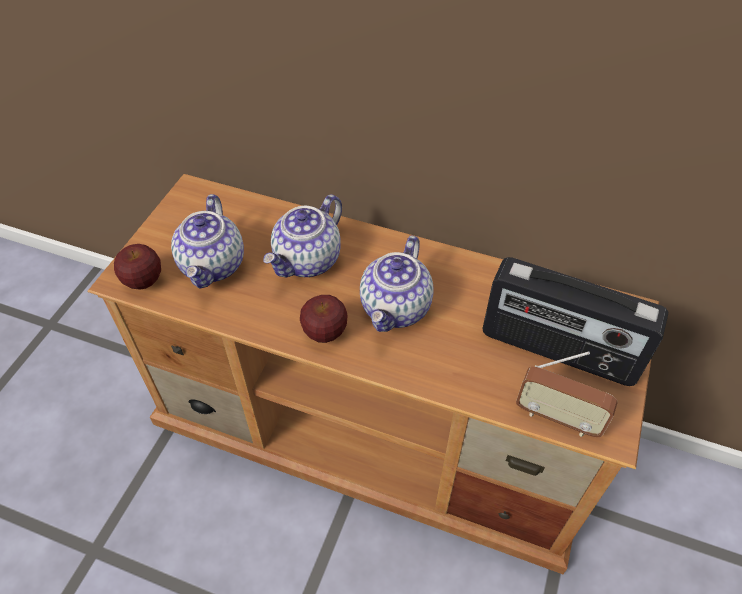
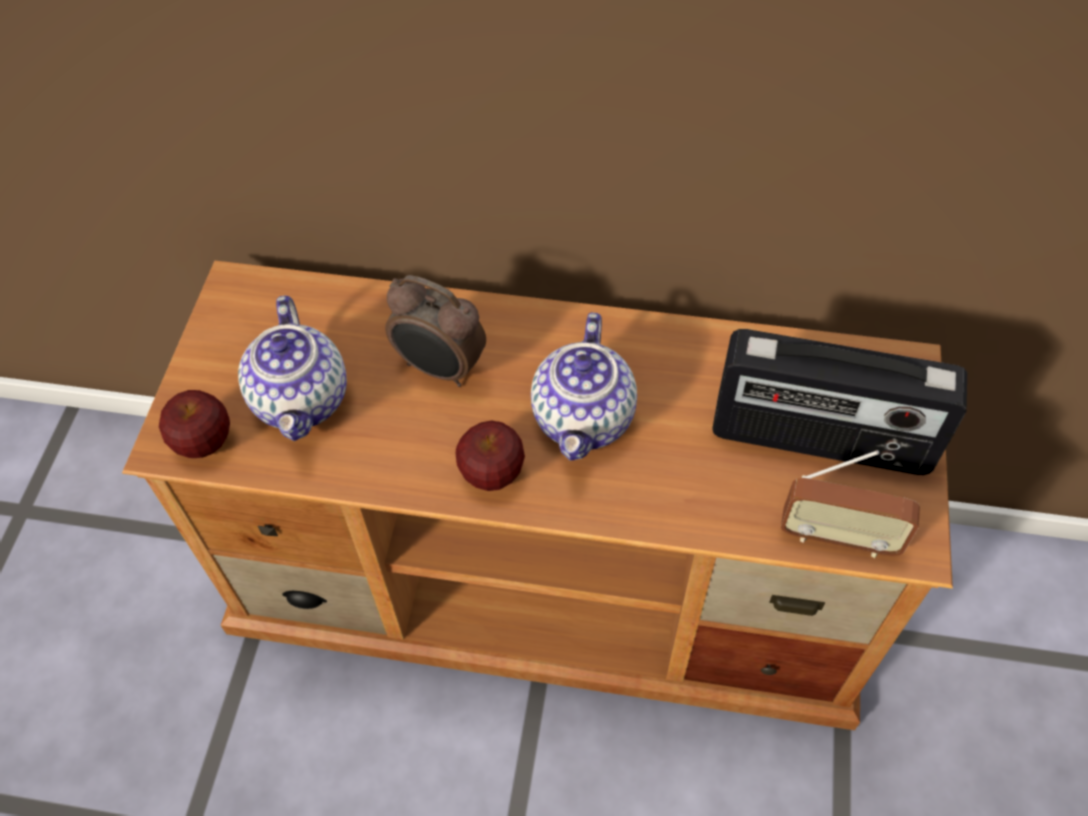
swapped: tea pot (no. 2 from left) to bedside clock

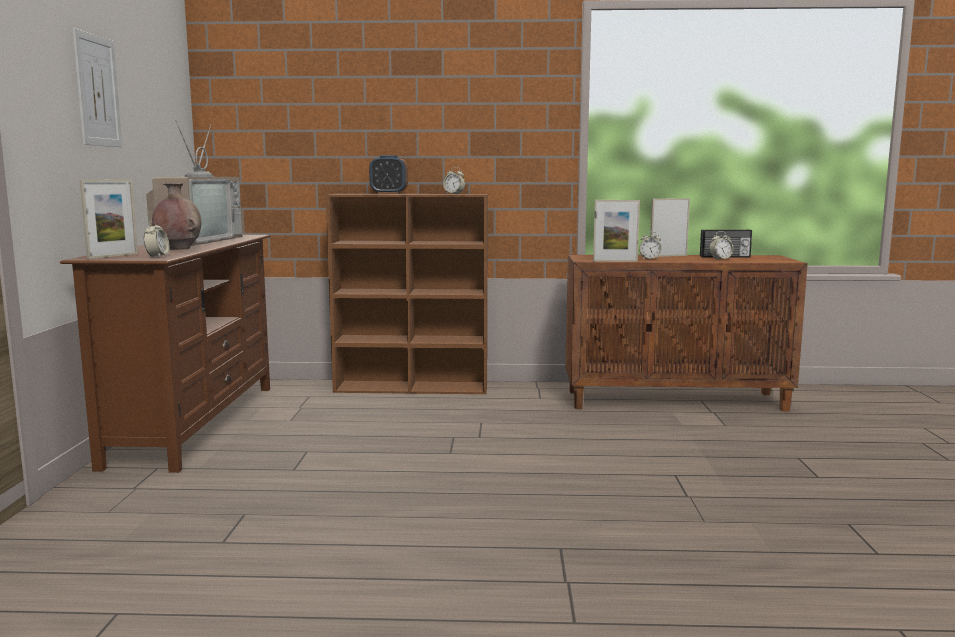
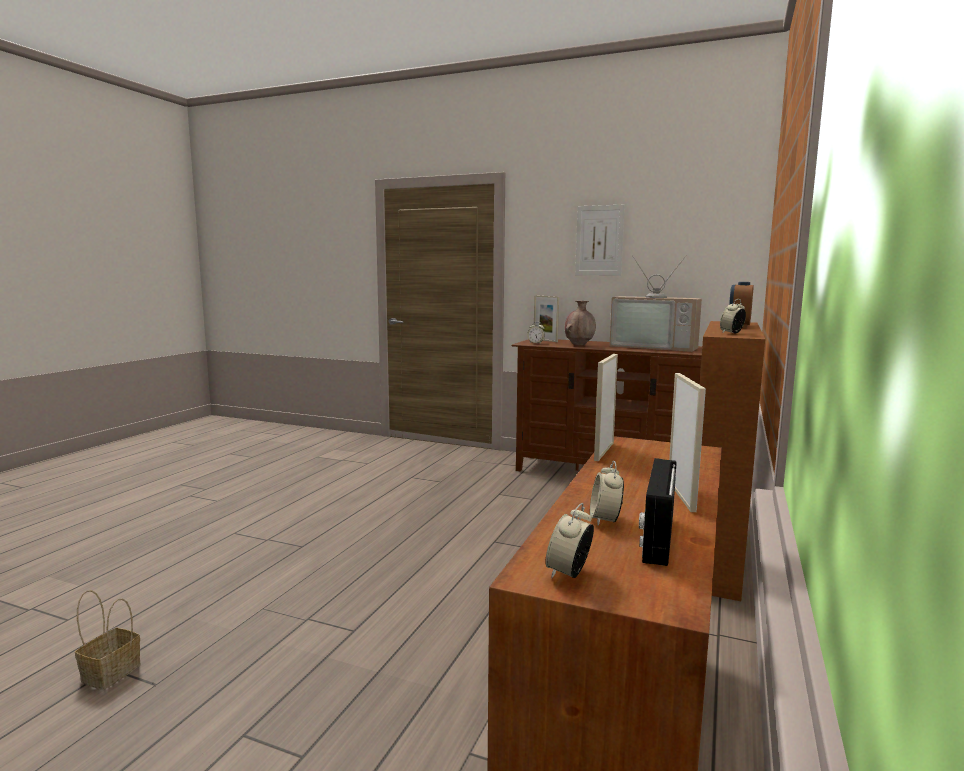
new: household basket
shifted: bedside clock (no. 4 from left in the first image) to bedside clock (no. 2 from left)

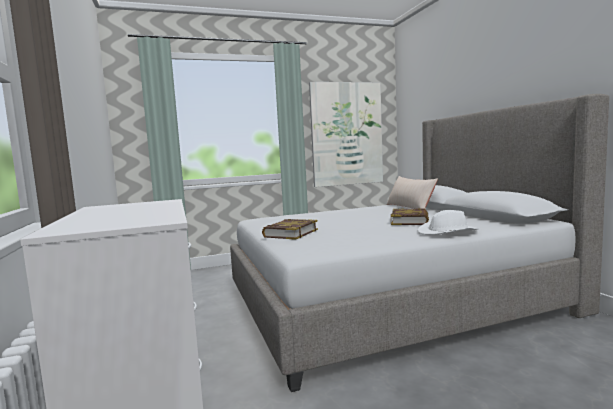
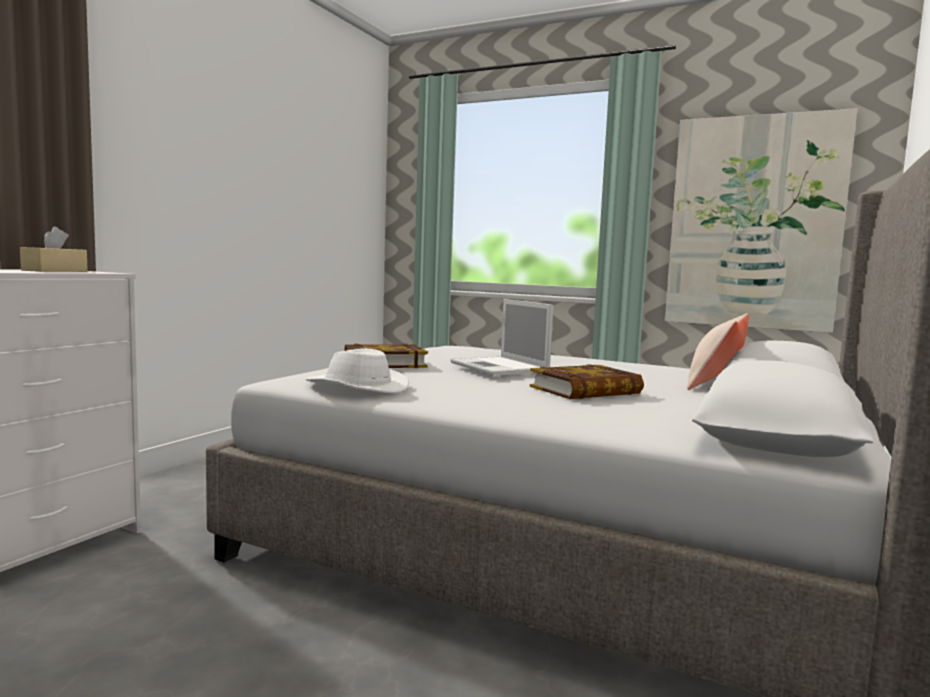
new: box of tissues (beige-coloured); notebook computer
shifted: hat (whitish)

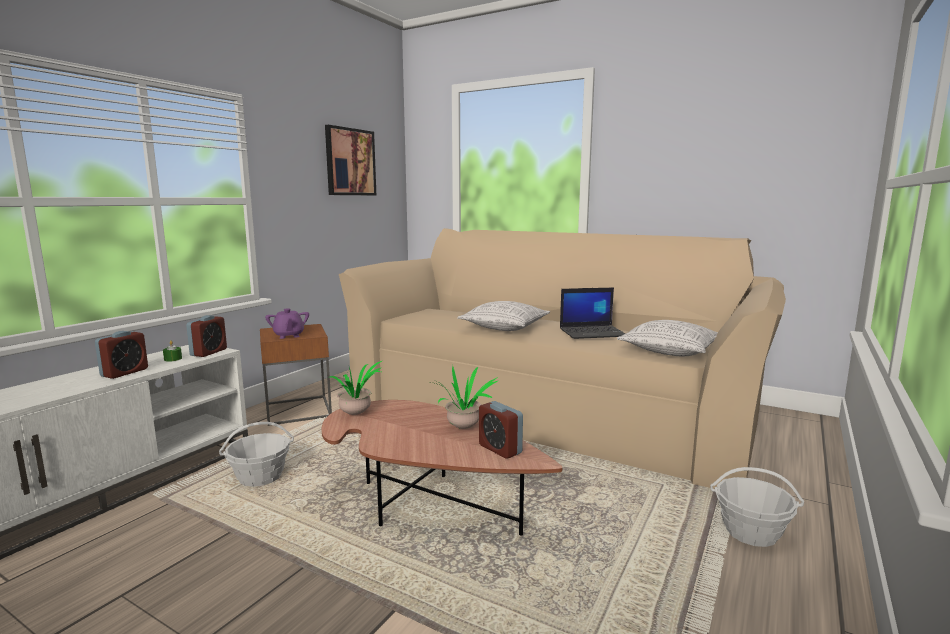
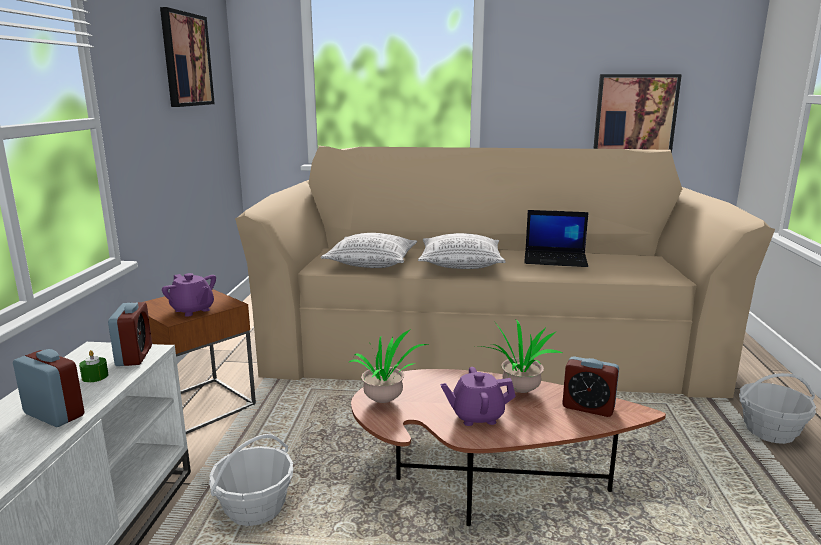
new: picture (no. 2 from left); tea pot (purplish) (no. 2 from left)
shifted: pillow (no. 2 from left in the first image) to pillow (no. 1 from left)
rotated: notebook computer 45 degrees clockwise; bedside clock (no. 1 from left) 60 degrees counterclockwise

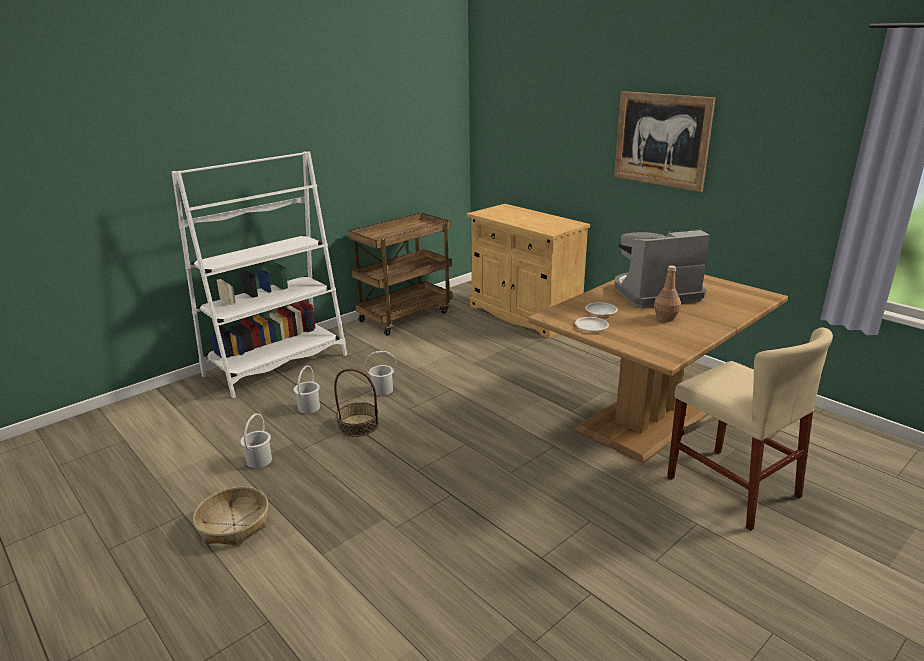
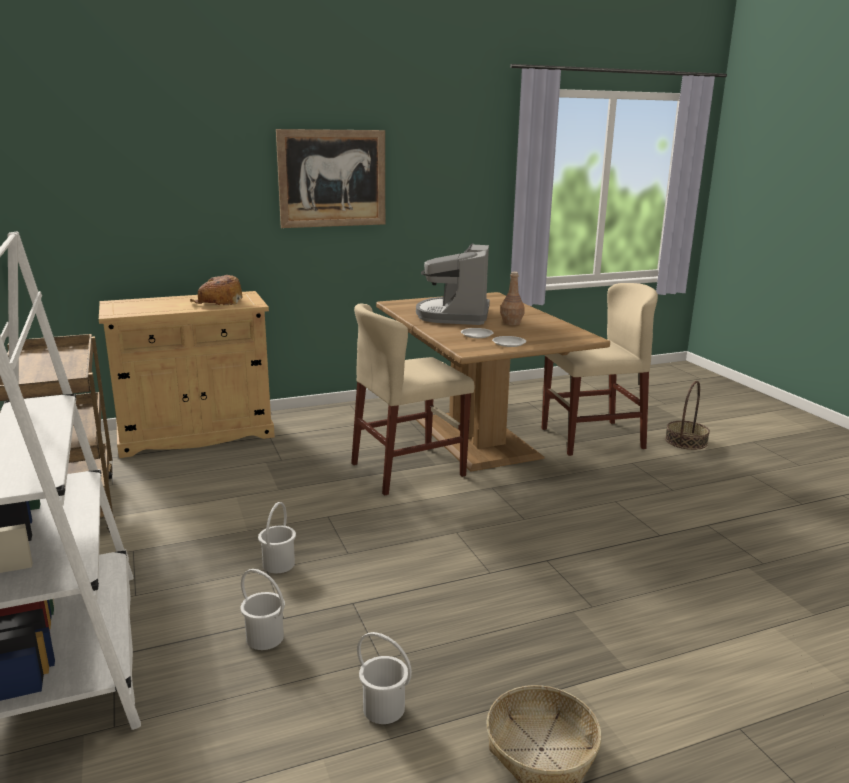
new: bakery bread; upright chair (beige-coloured) (no. 1 from left)
shifted: household basket (no. 2 from left)

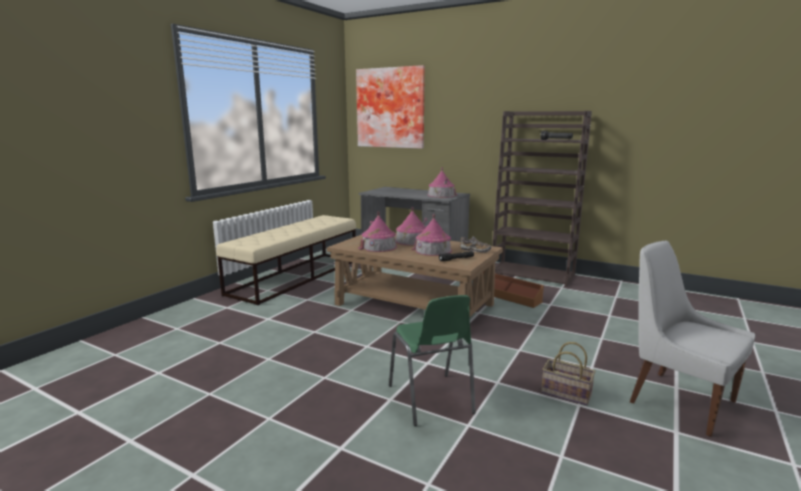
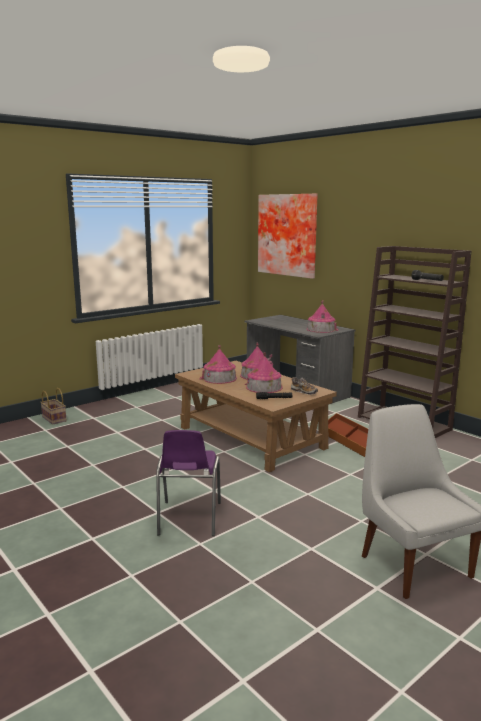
gone: long seat (beige-coloured)
shifted: household basket
repainted: upright chair (greenish) to upright chair (purplish)

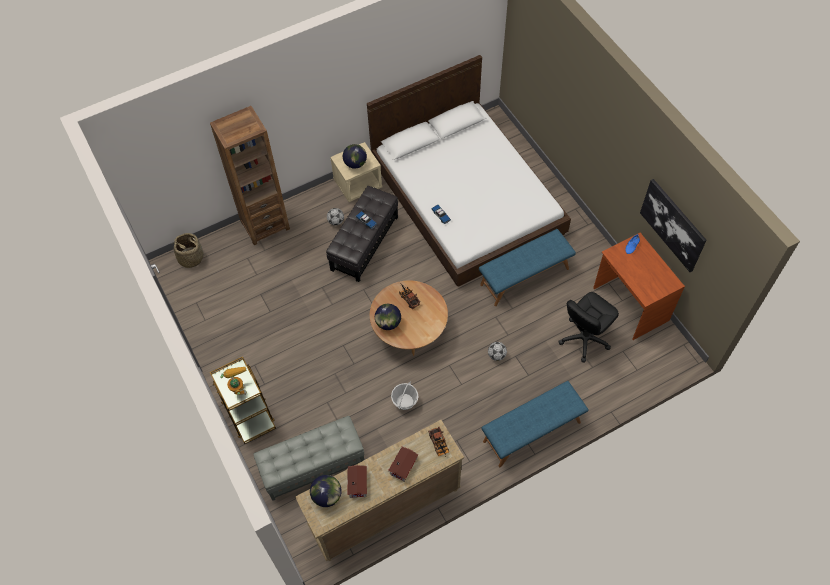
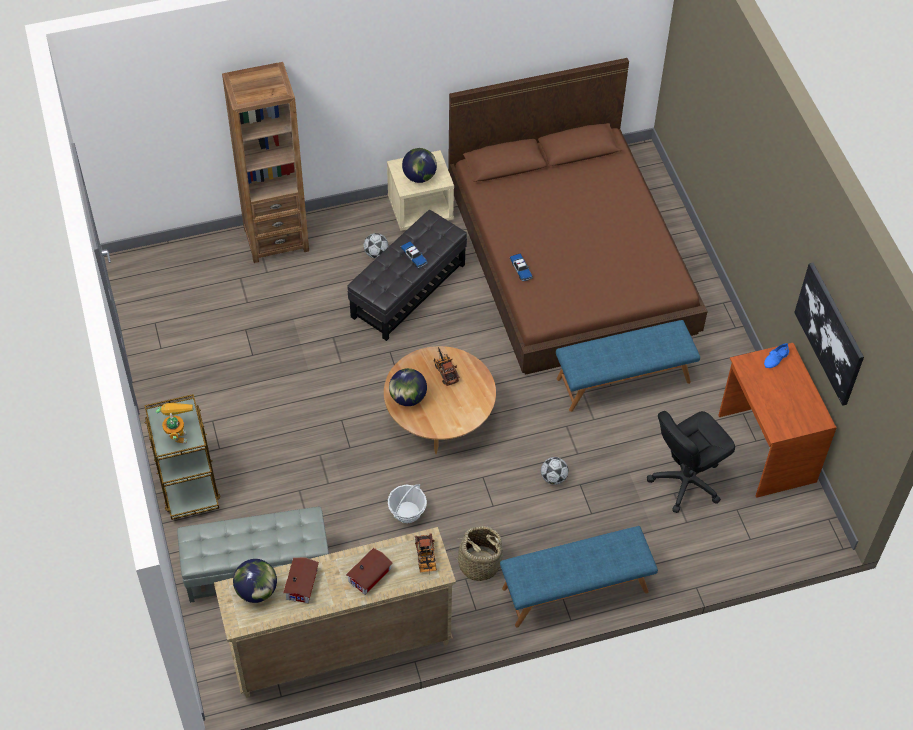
shifted: household basket (no. 1 from left in the first image) to household basket (no. 2 from left)
repainted: bedroom bed (whitish) to bedroom bed (brown)

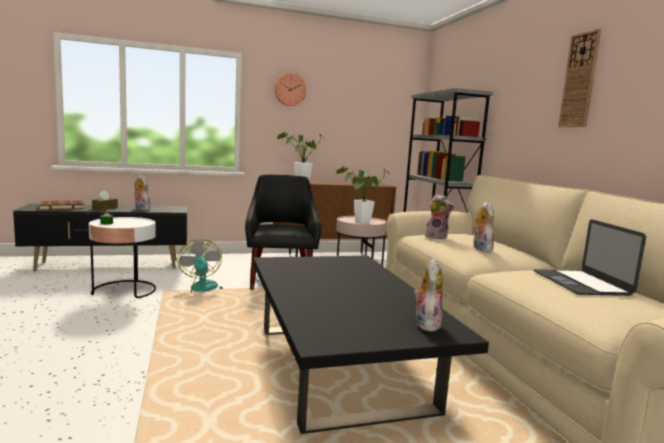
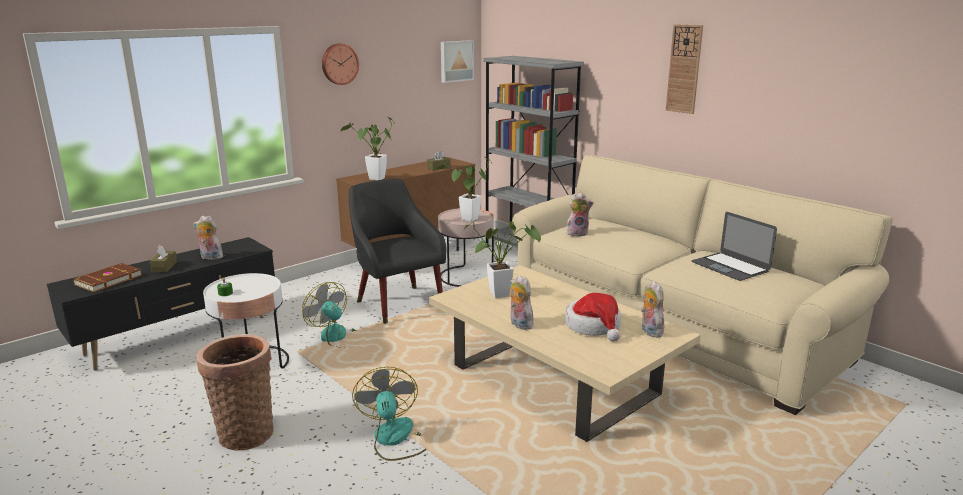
new: picture; plant in a pot (no. 3 from left); hat; household basket; fan (no. 2 from left)
shifted: cuddly toy (no. 4 from left in the first image) to cuddly toy (no. 2 from left)
repainted: coffee table (black-coloured) to coffee table (beige-coloured)

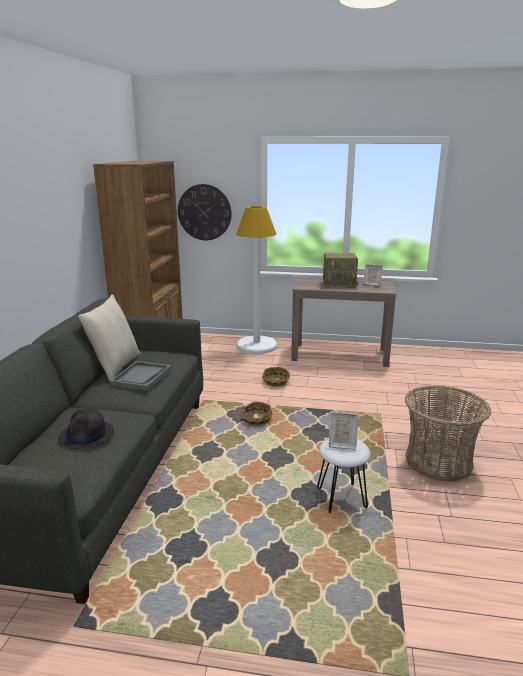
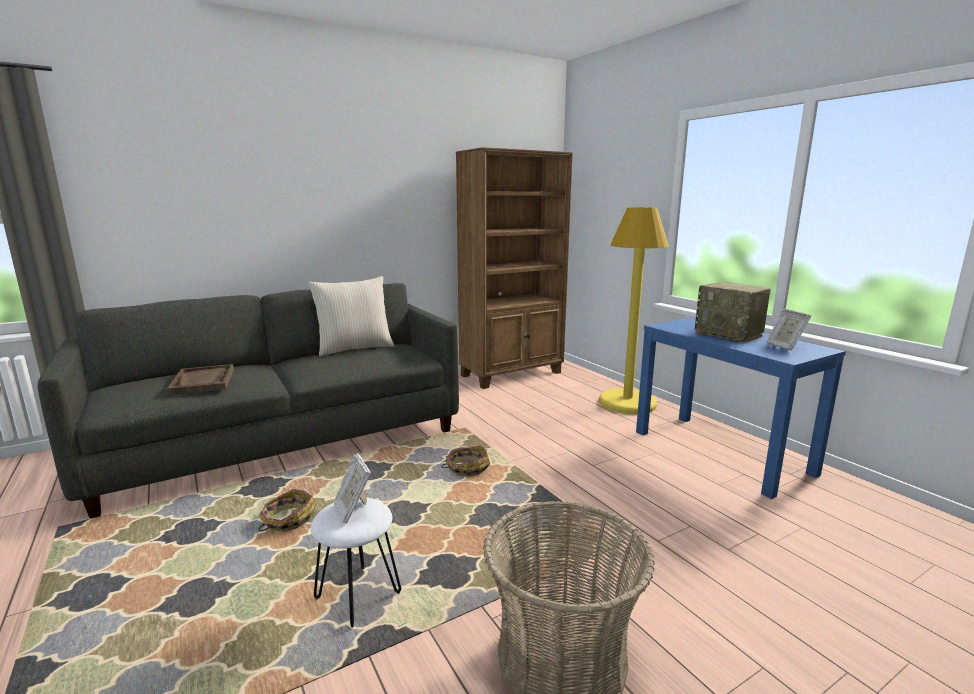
gone: wall clock; serving tray (gray)
shifted: household basket (no. 2 from left in the first image) to household basket (no. 1 from left)
swapped: hat (black-coloured) to serving tray (brown)
repainted: standing lamp (whitish) to standing lamp (yellow); narrow table (brown) to narrow table (blue)

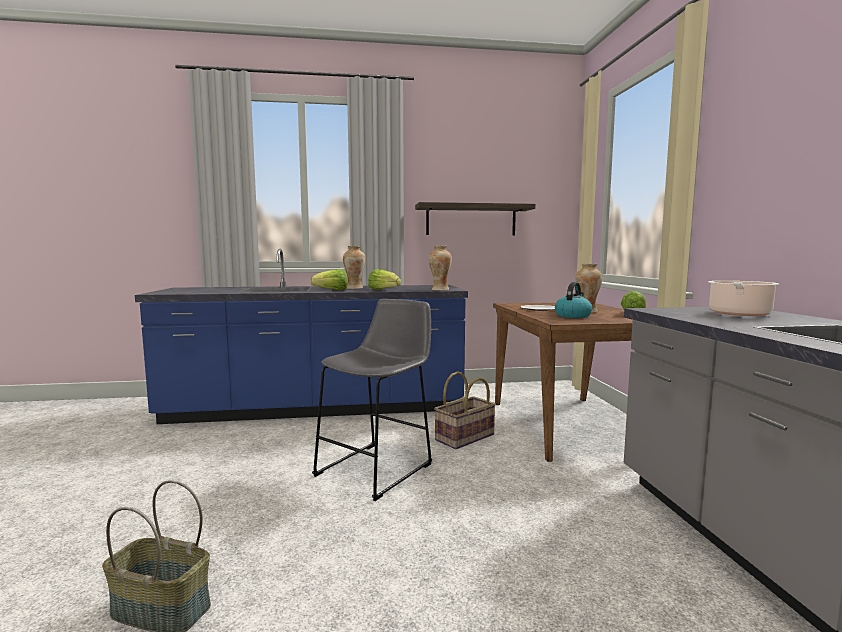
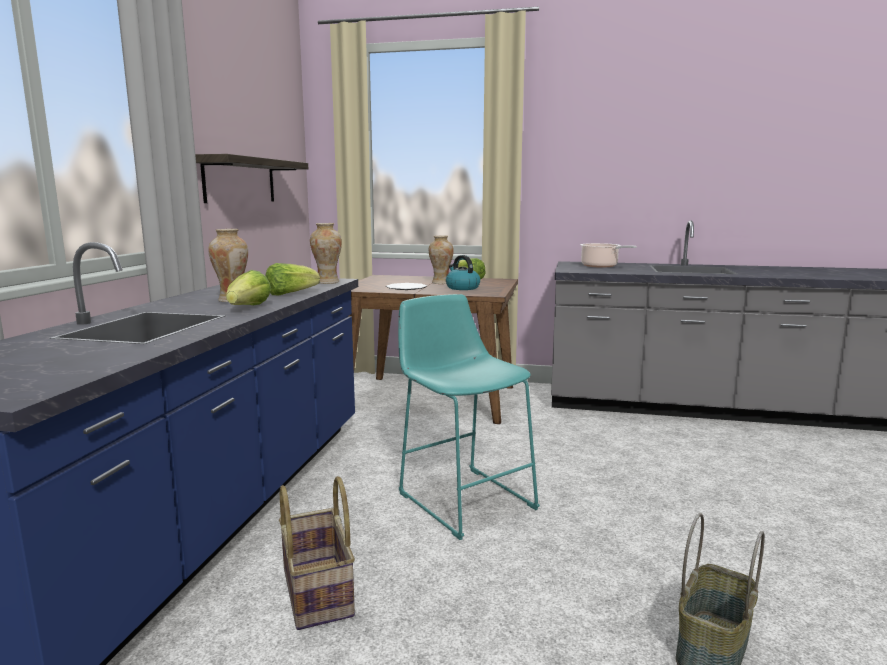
shifted: household basket (no. 2 from left in the first image) to household basket (no. 1 from left)
repainted: stool seat (gray) to stool seat (turquoise-coloured)

